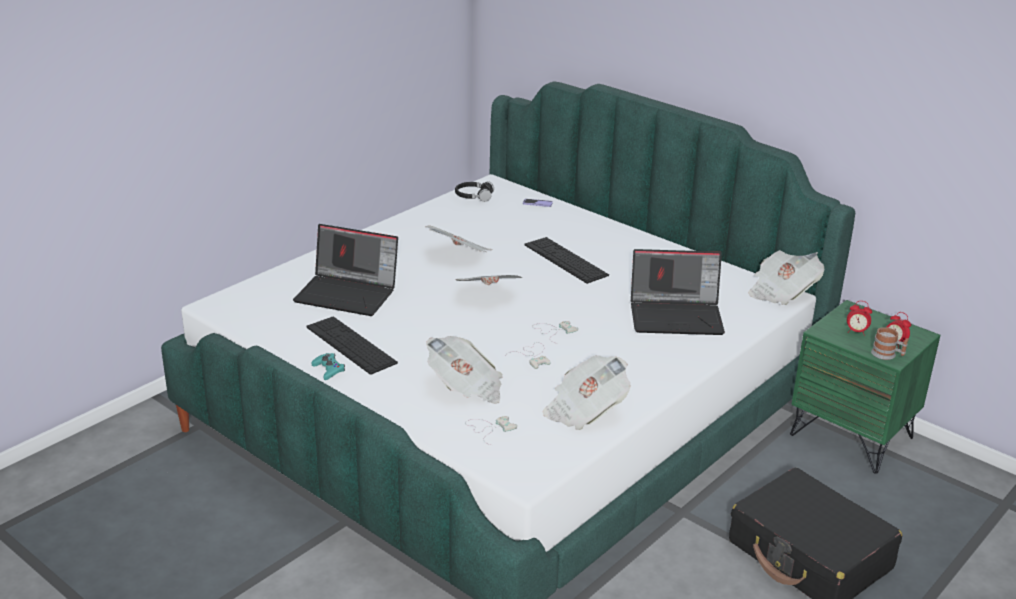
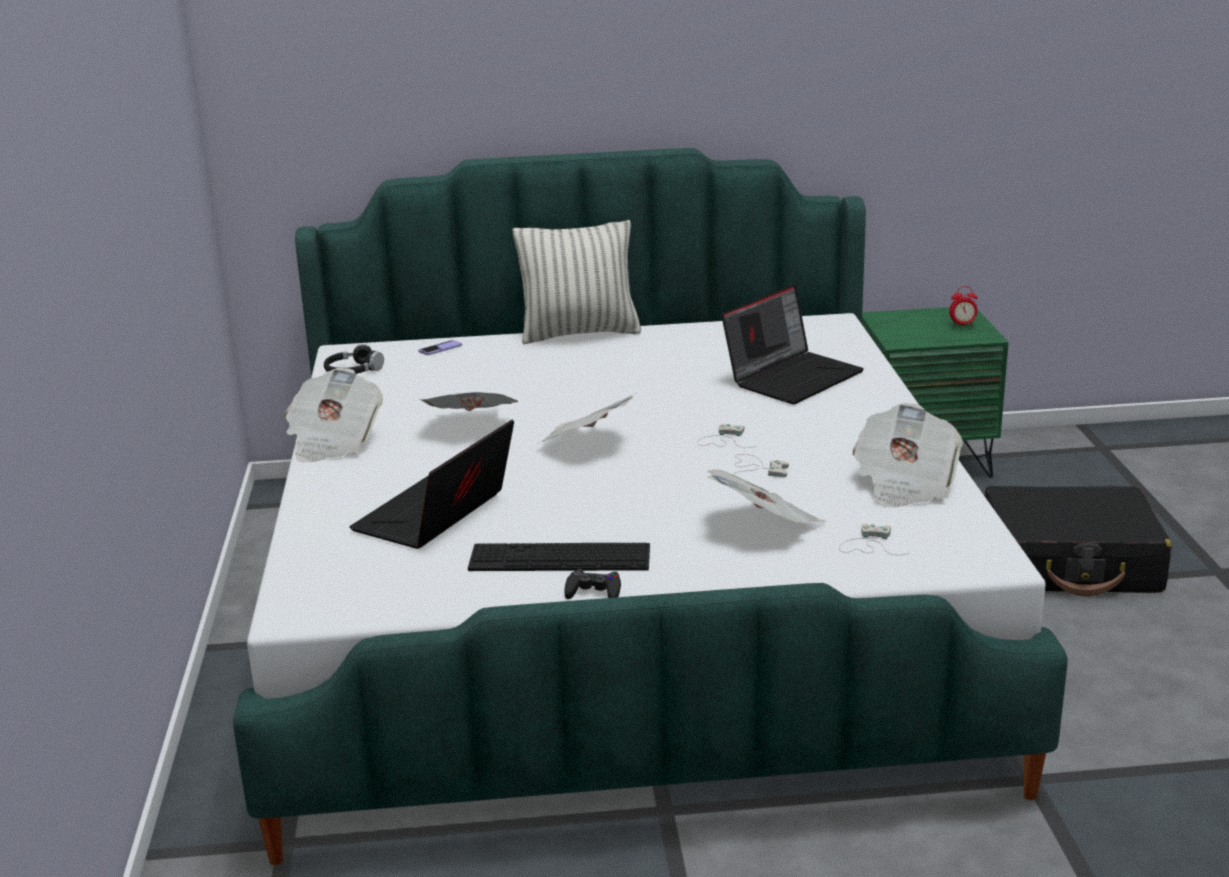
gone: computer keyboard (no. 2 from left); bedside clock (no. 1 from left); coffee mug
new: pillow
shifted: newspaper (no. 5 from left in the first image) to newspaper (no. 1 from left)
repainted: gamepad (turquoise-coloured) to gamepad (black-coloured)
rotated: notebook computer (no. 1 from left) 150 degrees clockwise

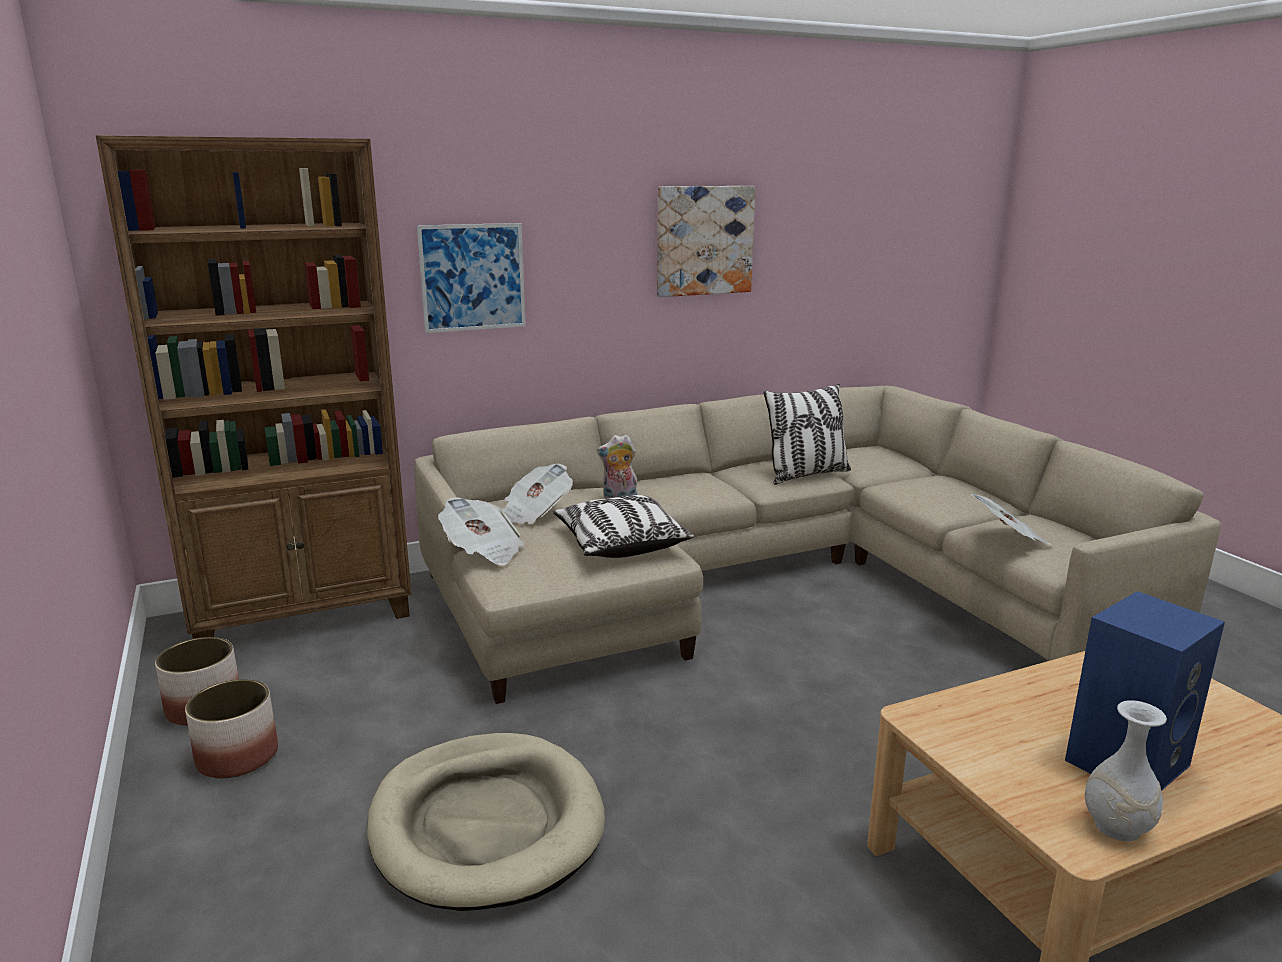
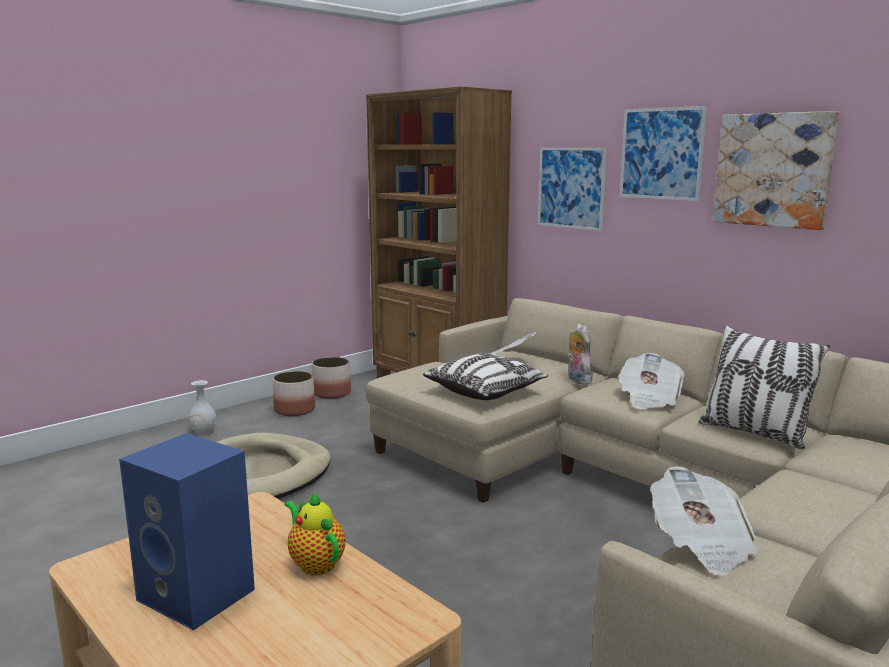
new: picture (no. 2 from left); tea pot
shifted: newspaper (no. 1 from left in the first image) to newspaper (no. 2 from left); flower vase (whitish)

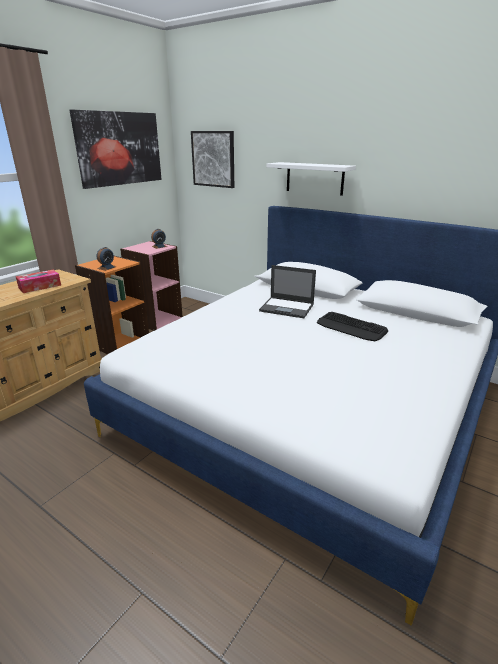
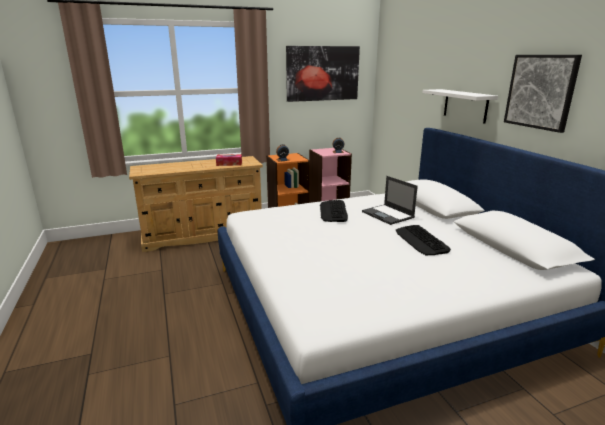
new: computer keyboard (no. 1 from left)
shifted: picture (no. 2 from left)

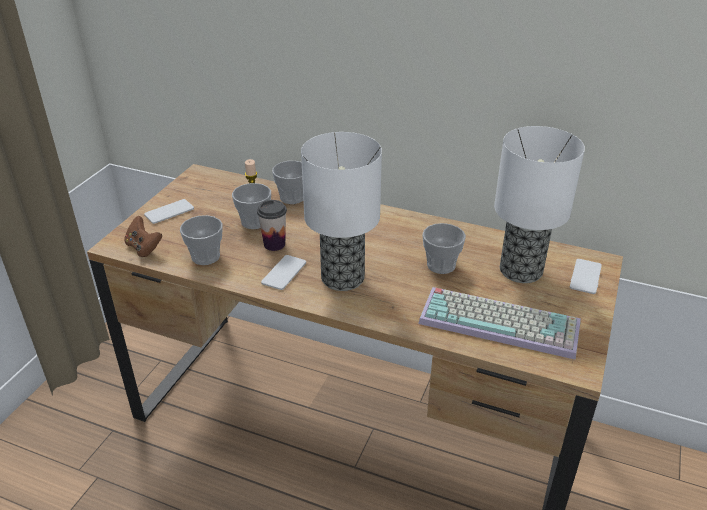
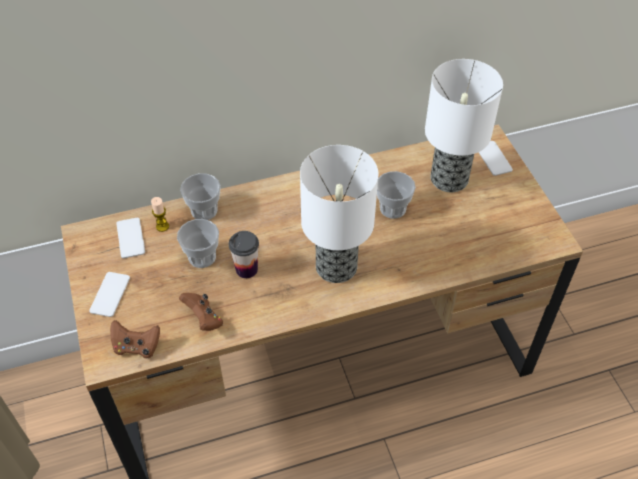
gone: computer keyboard
shifted: handset (no. 2 from left)
swapped: small cup (no. 1 from left) to gamepad (brown) (no. 2 from left)

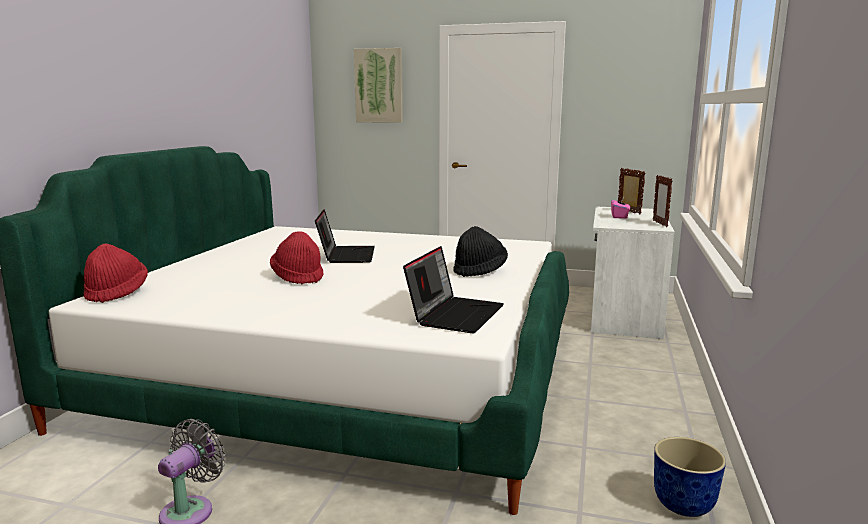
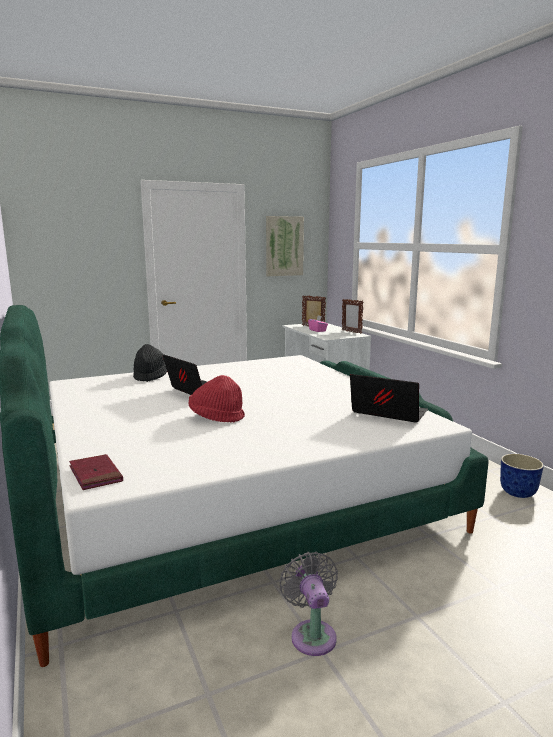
shifted: picture; hat (black-coloured)
swapped: hat (reddish) (no. 1 from left) to volume (reddish)
rotated: notebook computer (no. 2 from left) 45 degrees counterclockwise

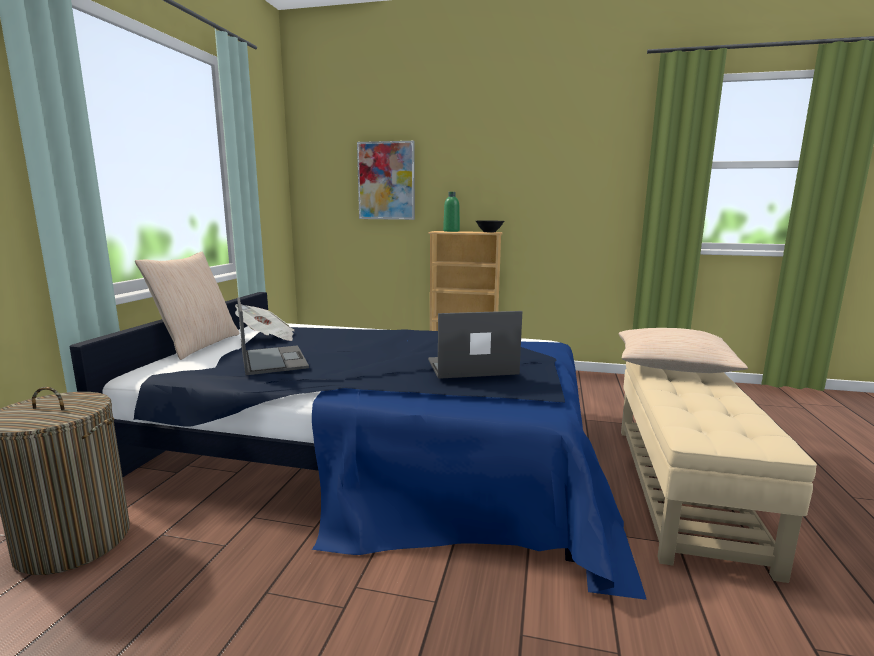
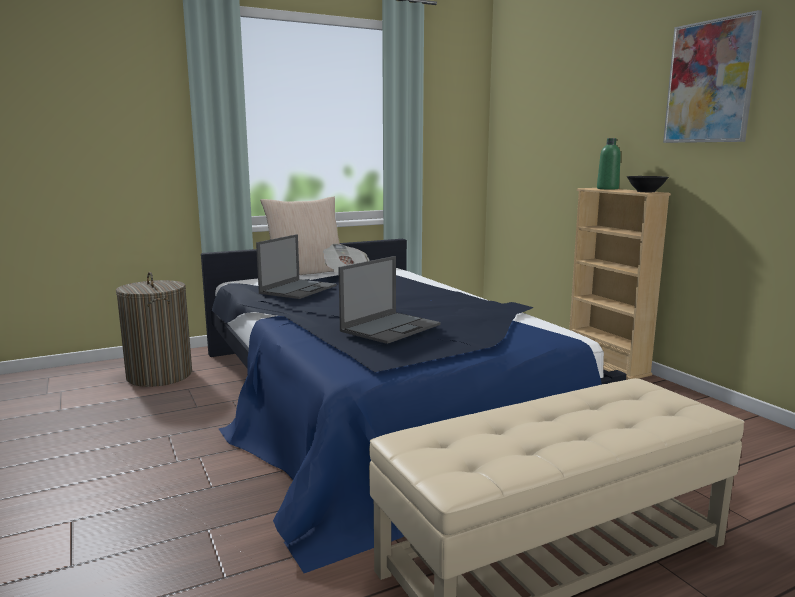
gone: pillow (beige-coloured) (no. 2 from left)
shifted: picture
rotated: notebook computer (no. 2 from left) 90 degrees clockwise

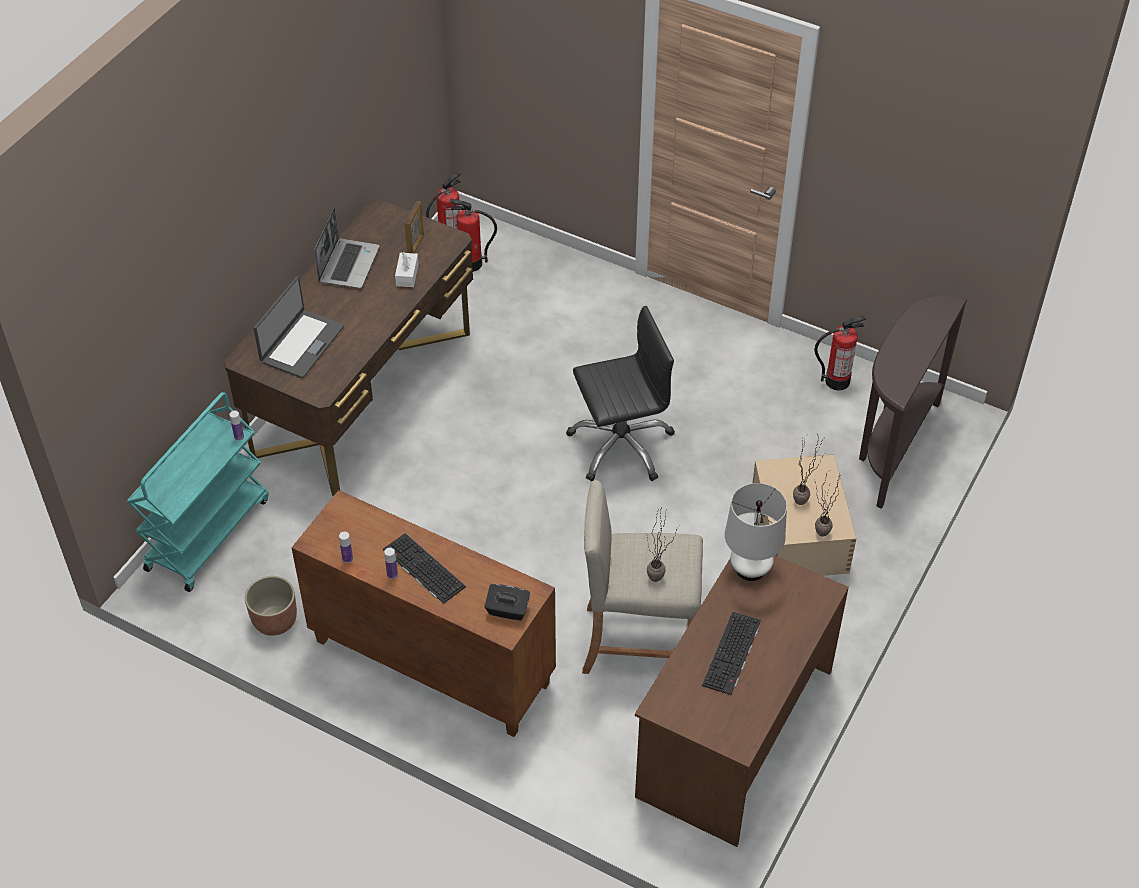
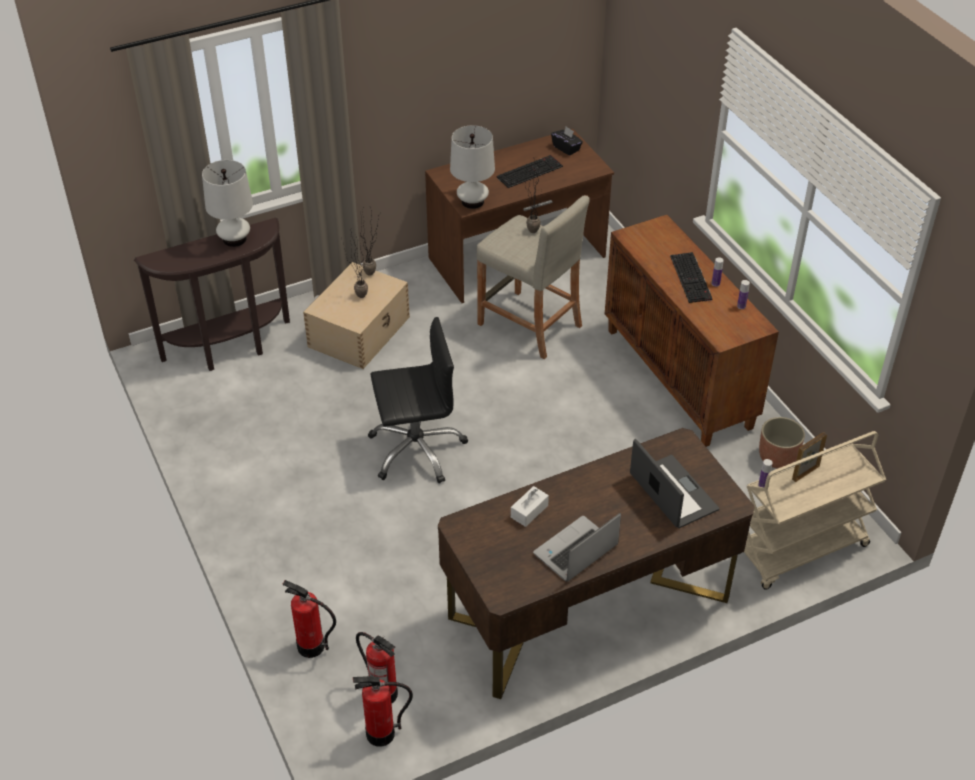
new: tabletop lamp (whitish) (no. 1 from left)
shifted: standing frame; fire extinguisher (no. 3 from left in the first image) to fire extinguisher (no. 1 from left); box of tissues (black-coloured)
repainted: wheeled cart (turquoise-coloured) to wheeled cart (beige-coloured)
rotated: notebook computer (no. 1 from left in the first image) 90 degrees clockwise; computer chair (black-coloured) 150 degrees clockwise

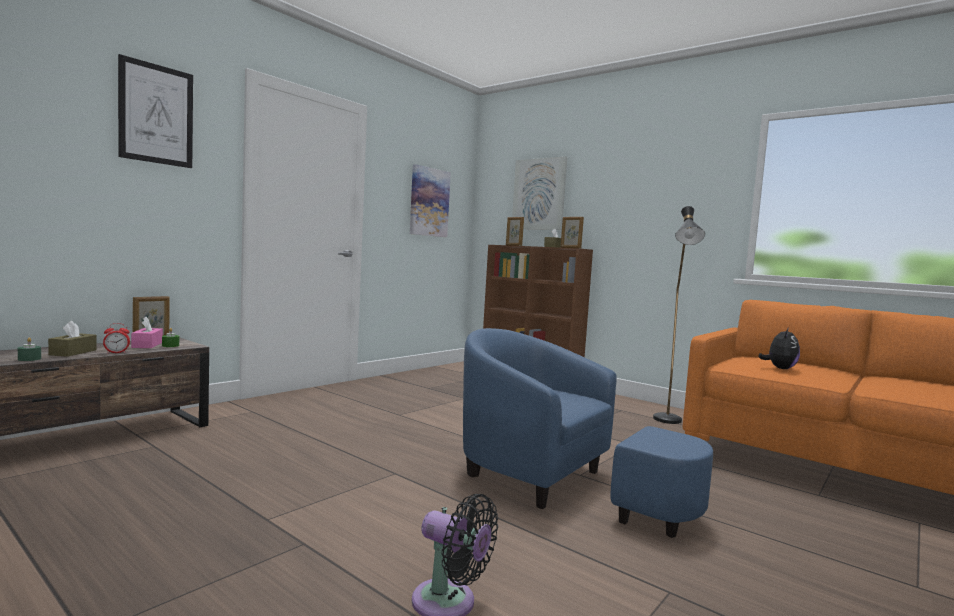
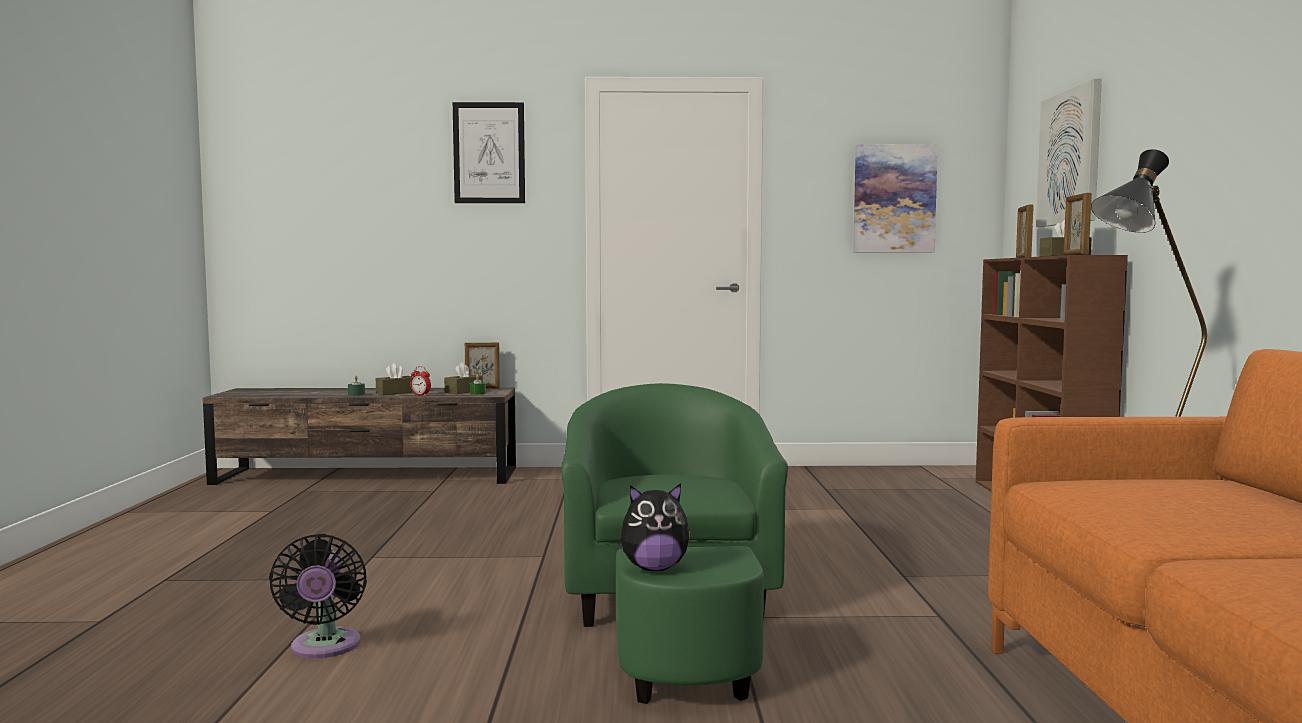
shifted: cuddly toy
repainted: box of tissues (pink-coloured) to box of tissues (brown) (no. 2 from left); lounge chair (blue) to lounge chair (greenish)

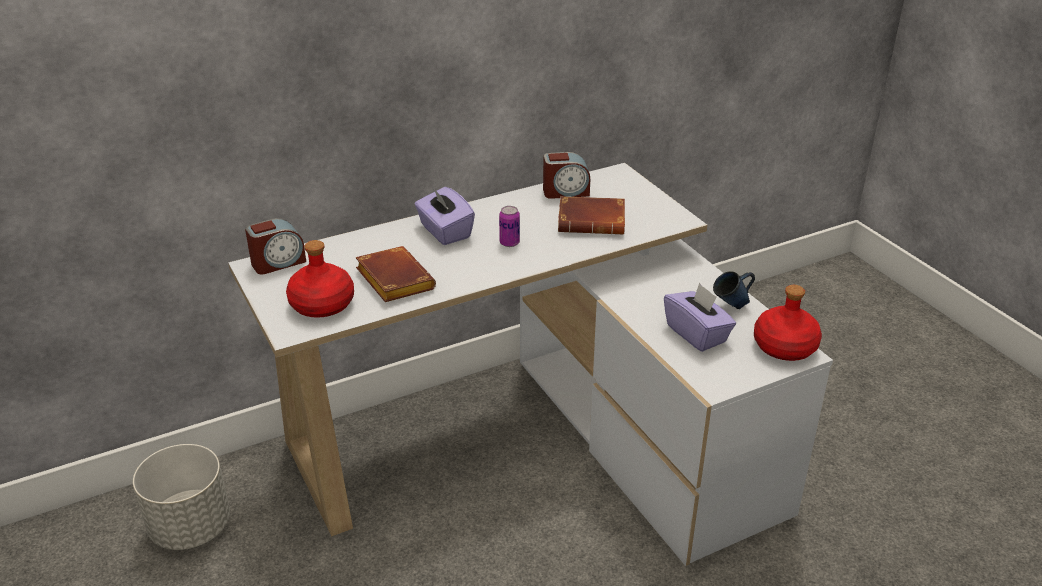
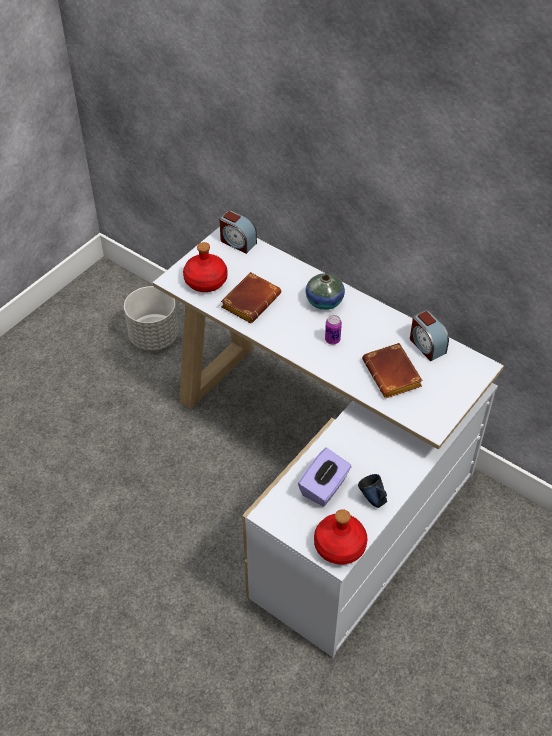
swapped: box of tissues (purplish) (no. 1 from left) to flower vase

